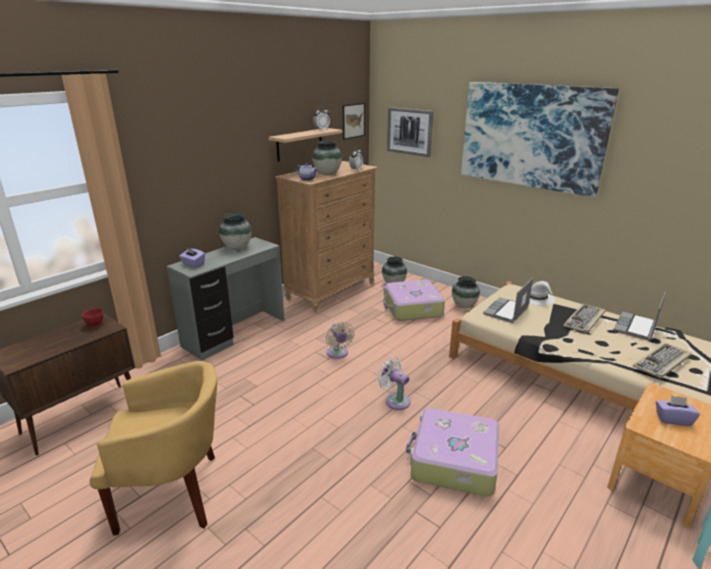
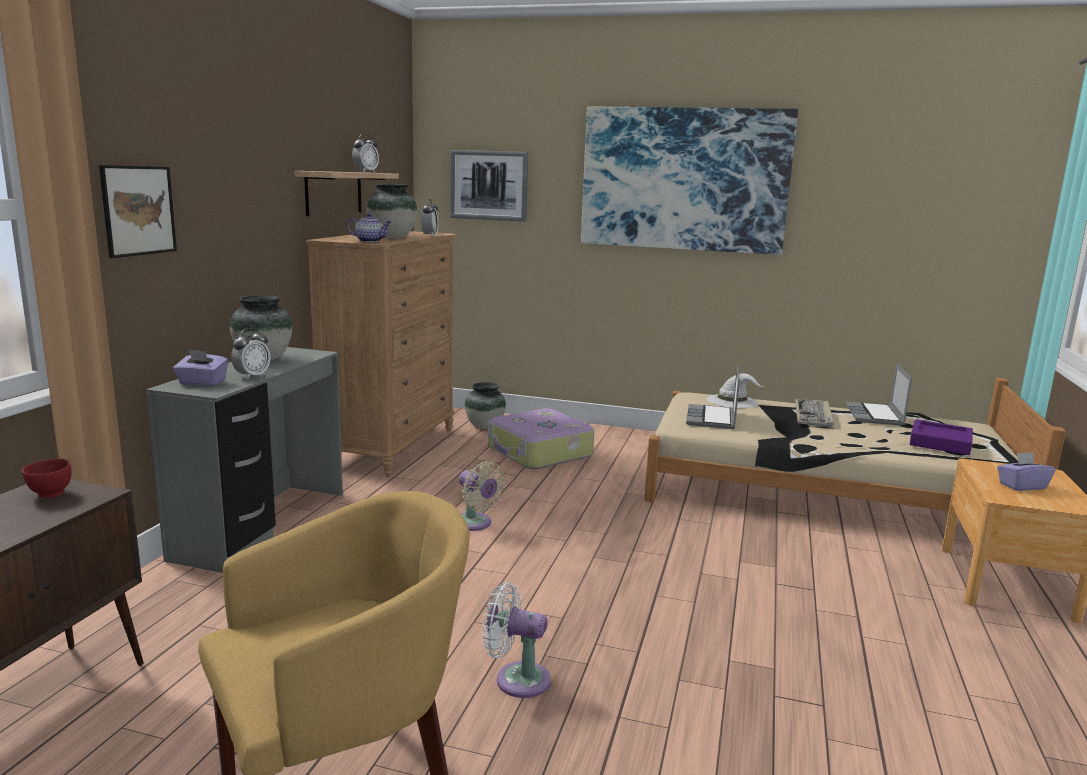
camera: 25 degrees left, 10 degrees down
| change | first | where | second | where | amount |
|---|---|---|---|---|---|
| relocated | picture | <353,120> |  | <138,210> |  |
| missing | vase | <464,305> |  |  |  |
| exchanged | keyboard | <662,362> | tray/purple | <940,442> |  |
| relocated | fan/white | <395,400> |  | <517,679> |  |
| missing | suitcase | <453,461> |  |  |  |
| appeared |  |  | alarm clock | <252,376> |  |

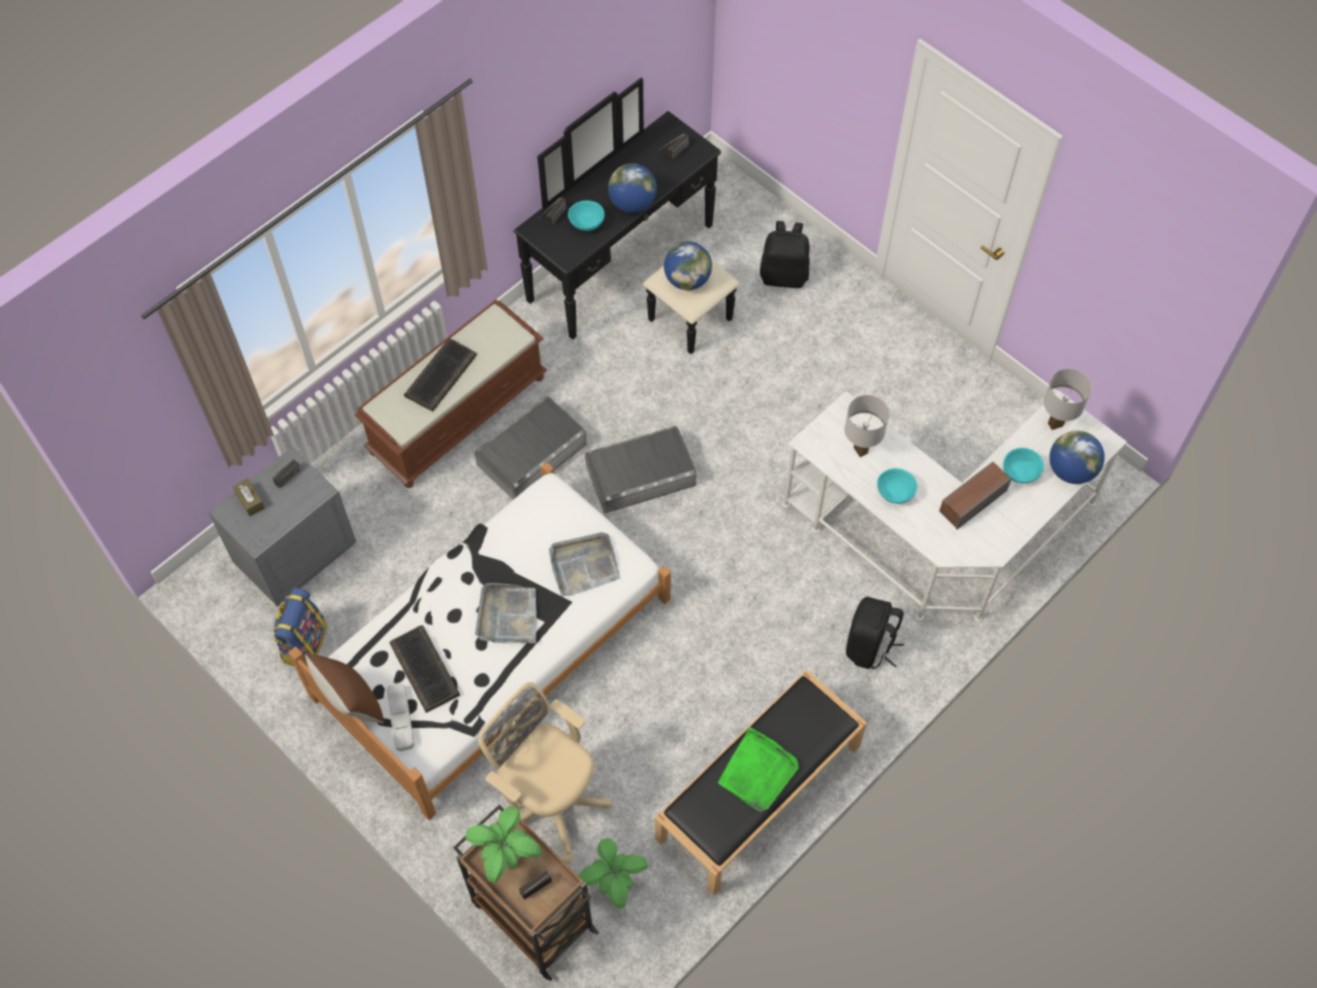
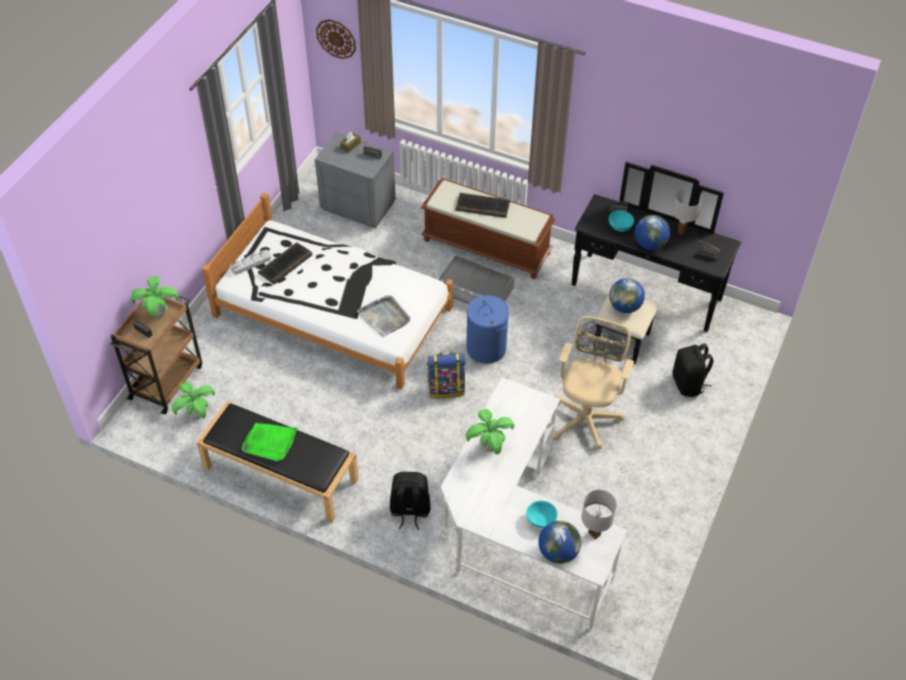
camera: 70 degrees right, 10 degrees down
| change | first | where | second | where | amount |
|---|---|---|---|---|---|
| relocated | table lamp/white | <861,450> |  | <682,231> |  |
| exchanged | storage box/grey | <640,474> | laundry basket/blue | <486,348> |  |
| missing | speaker | <972,500> |  |  |  |
| exchanged | bowl/turquoise | <895,493> | potted plant | <489,447> |  |
| missing | tray/grey | <507,616> |  |  |  |
| relocated | backpack | <304,643> |  | <446,388> |  |
| missing | pillow/brown | <351,703> |  |  |  |
| relocated | office chair/beige | <549,800> |  | <586,417> |  |
| appeared |  |  | wall clock | <336,38> |  |

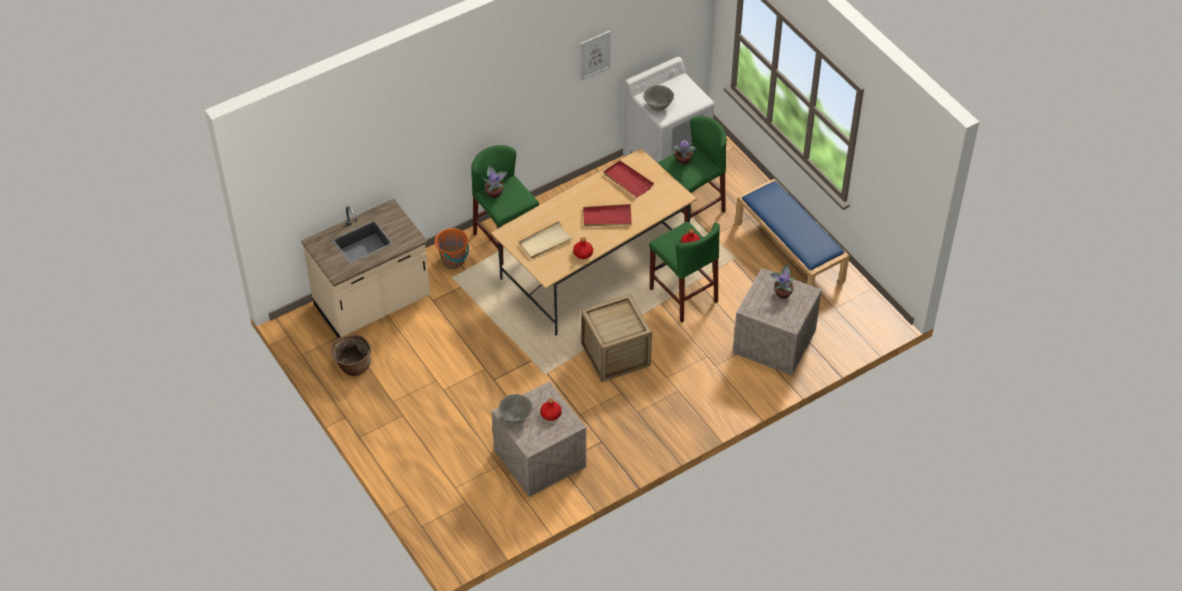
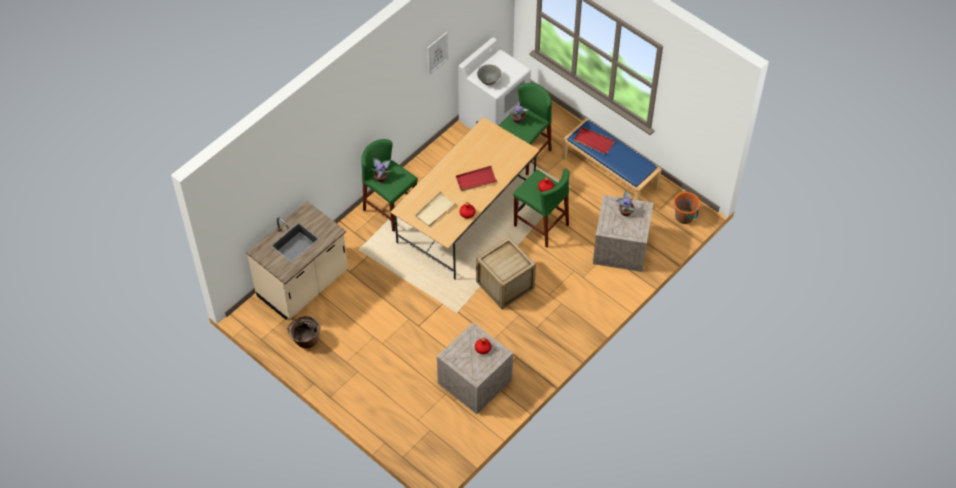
camera: 15 degrees left, 5 degrees up
| change | first | where | second | where | amount |
|---|---|---|---|---|---|
| relocated | tray/red | <627,180> |  | <593,141> |  |
| relocated | bucket/orange | <453,260> |  | <684,217> |  |
| missing | bowl/grey | <515,417> |  |  |  |

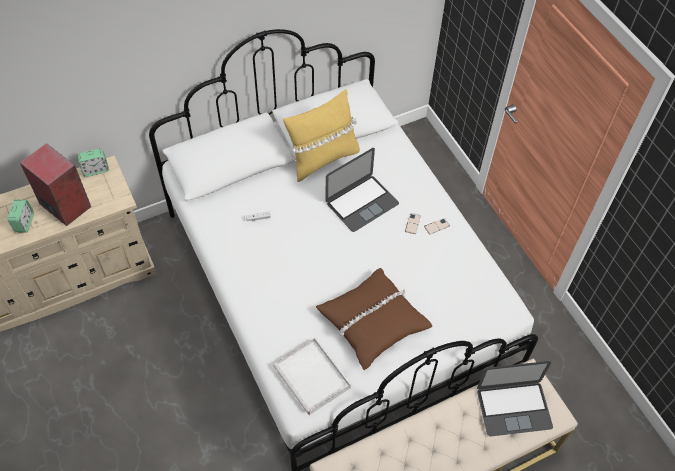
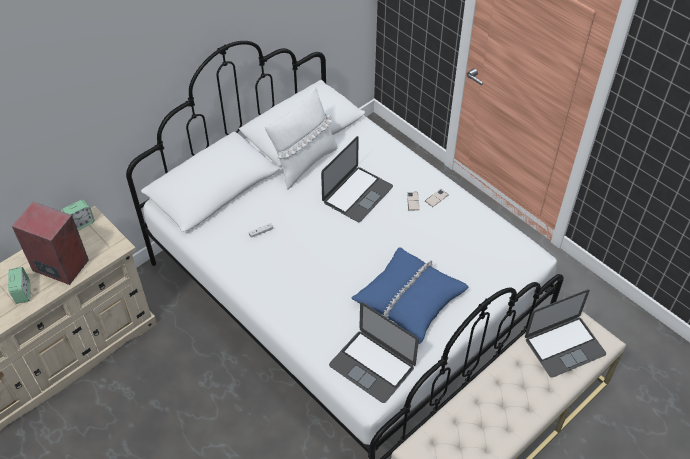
camera: 15 degrees left, 5 degrees down
| change | first | where | second | where | amount |
|---|---|---|---|---|---|
| colour | pillow/yellow | <322,159> | pillow/white | <304,163> |  |
| colour | pillow/brown | <372,321> | pillow/blue | <409,299> |  |
| exchanged | tray/white | <313,378> | laptop | <372,366> |  |

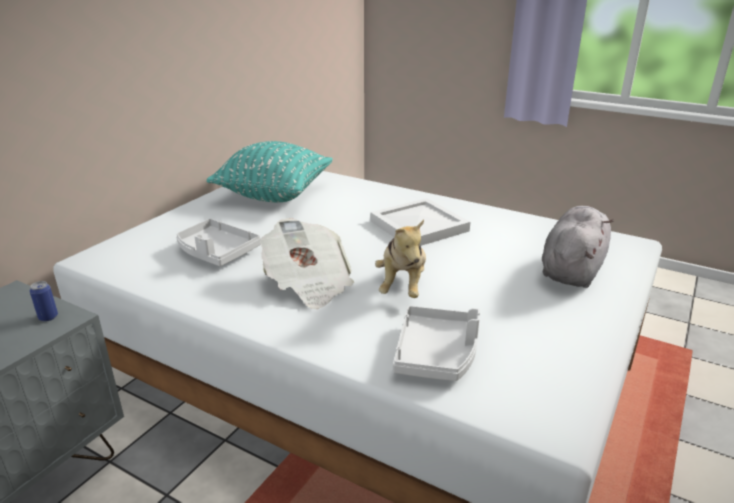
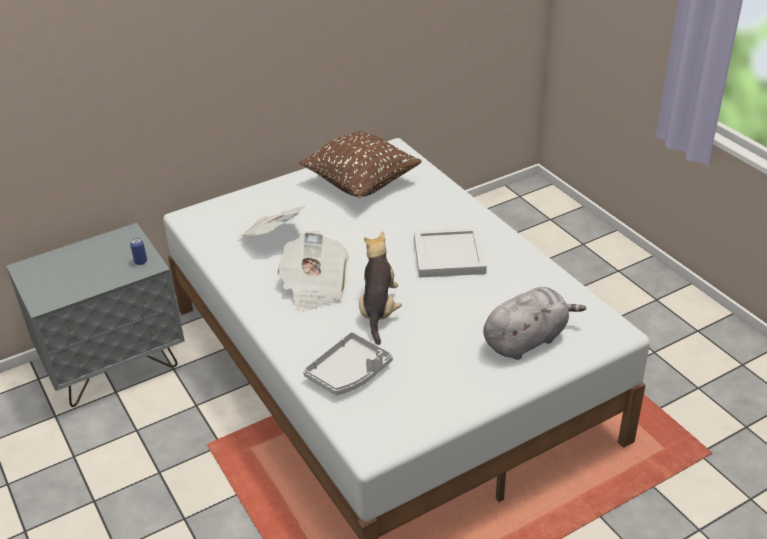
camera: 30 degrees right, 10 degrees up
| change | first | where | second | where | amount |
|---|---|---|---|---|---|
| colour | pillow/turquoise | <274,195> | pillow/brown | <361,183> |  |
| exchanged | tray/grey | <216,252> | newspaper | <273,236> |  |
| spun | plush toy | <402,286> |  | <379,311> | 150 degrees clockwise |

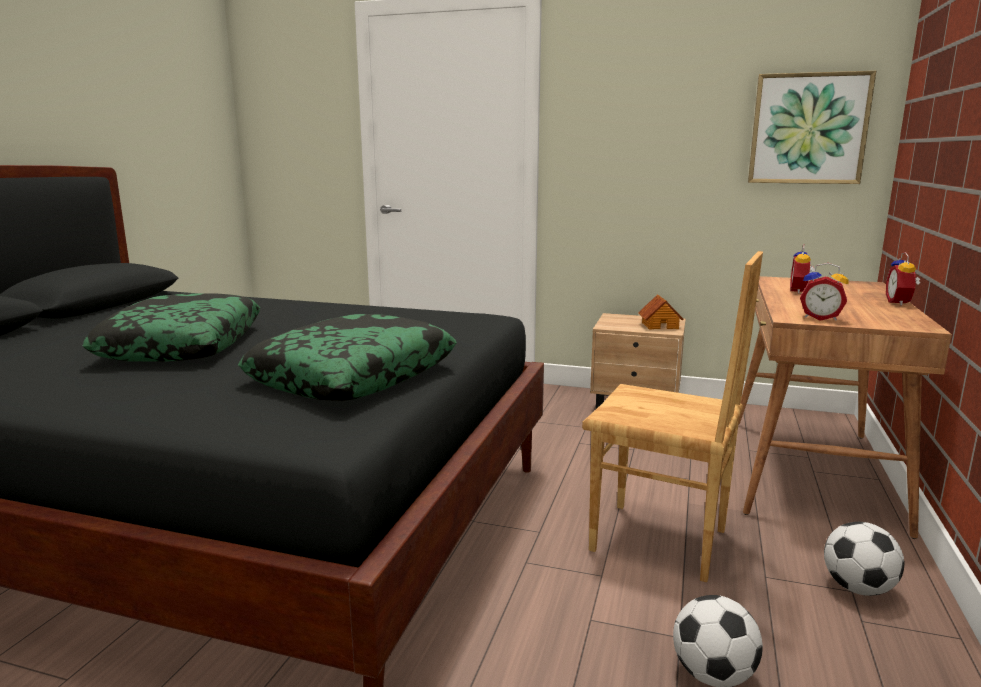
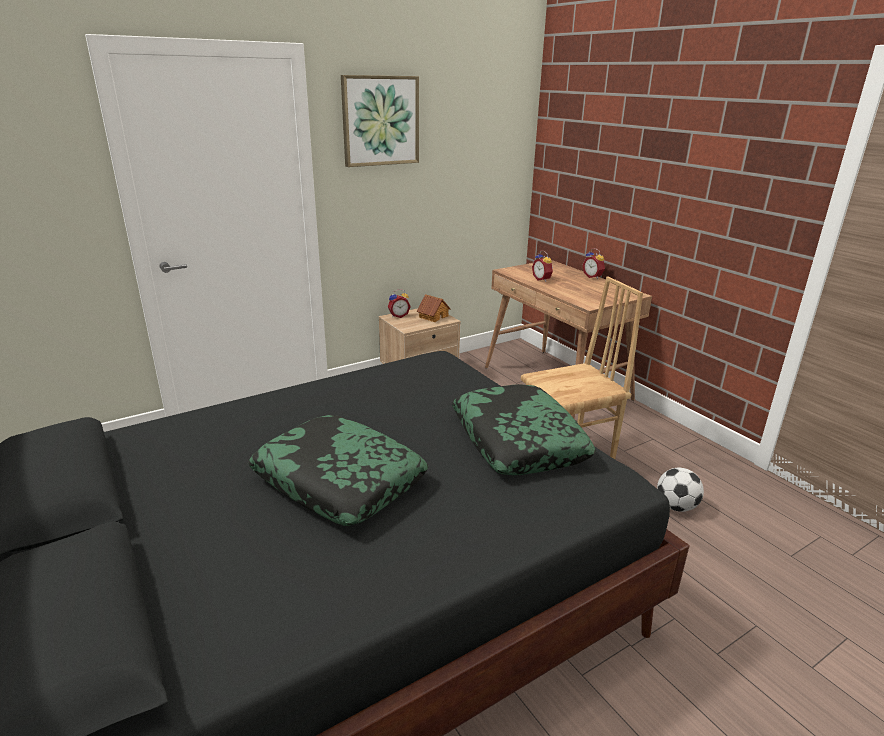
camera: 50 degrees left, 10 degrees up
| change | first | where | second | where | amount |
|---|---|---|---|---|---|
| relocated | picture | <808,129> |  | <380,121> |  |
| relocated | alarm clock | <820,318> |  | <398,316> |  |
| missing | football | <858,588> |  |  |  |

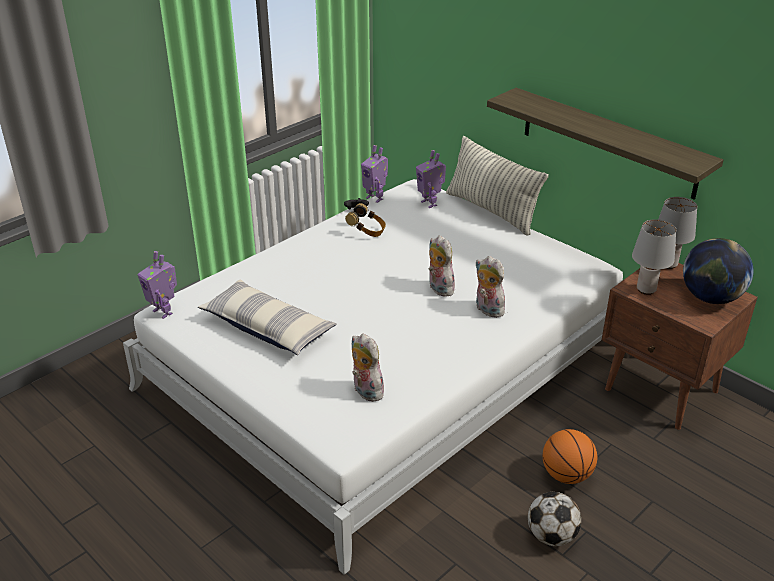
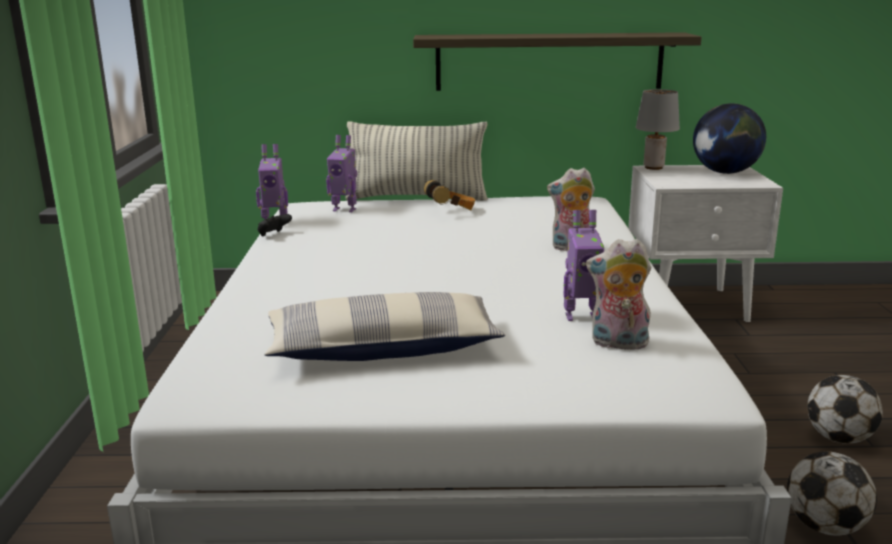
camera: 45 degrees left, 15 degrees down
| change | first | where | second | where | amount |
|---|---|---|---|---|---|
| relocated | headphones | <367,231> |  | <451,211> |  |
| missing | table lamp/grey | <645,289> |  |  |  |
| missing | plush toy | <438,288> |  |  |  |
| relocated | toy robot | <163,311> |  | <580,316> |  |
| colour | nightstand/brown | <662,391> | nightstand/white | <692,305> |  |
| missing | basketball | <566,475> |  |  |  |
| appeared |  |  | football | <824,526> |  |

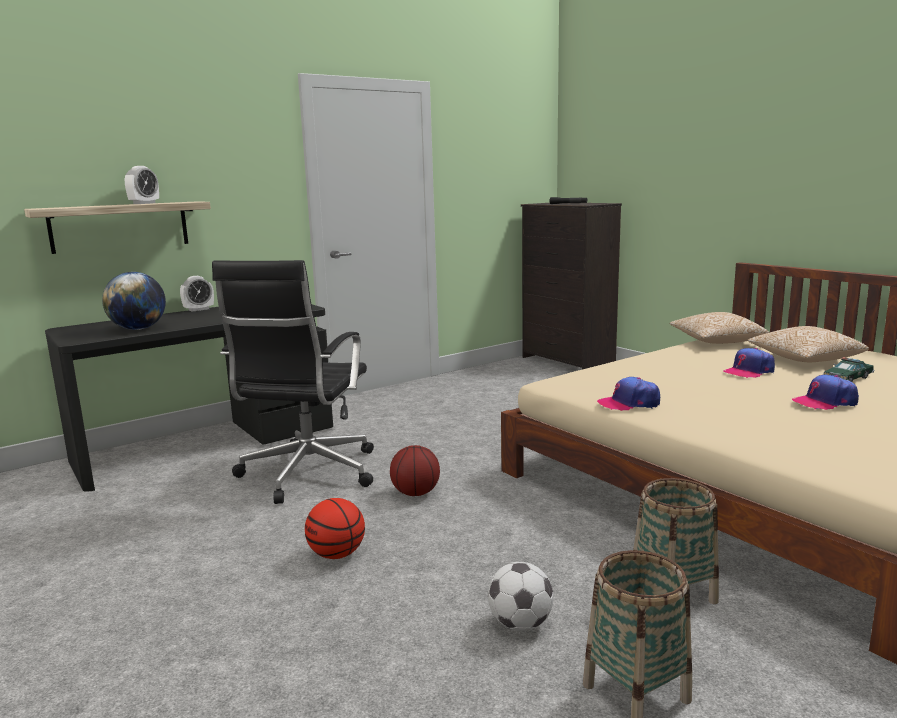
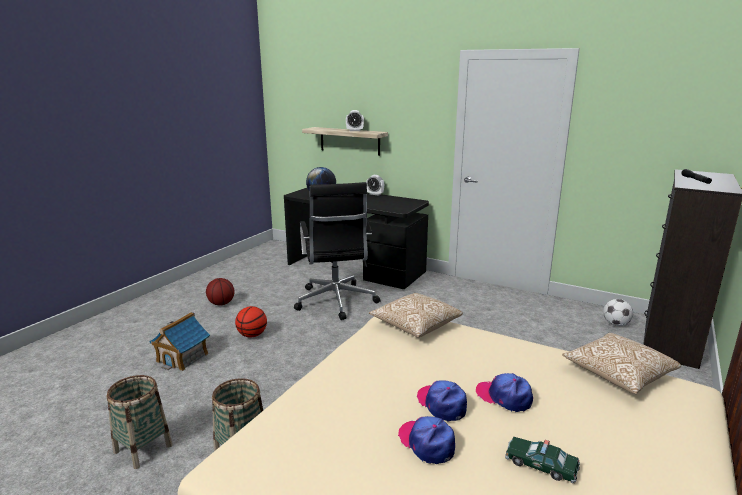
camera: 65 degrees right, 5 degrees up
| change | first | where | second | where | amount |
|---|---|---|---|---|---|
| spun | office chair/black | <307,474> |  | <336,302> | 90 degrees counterclockwise |
| relocated | pillow | <804,360> |  | <415,325> |  |
| relocated | cap | <629,403> |  | <442,404> |  |
| relocated | basketball | <415,493> |  | <221,303> |  |
| relocated | football | <520,624> |  | <615,324> |  |
| appeared |  |  | toy house | <183,357> |  |

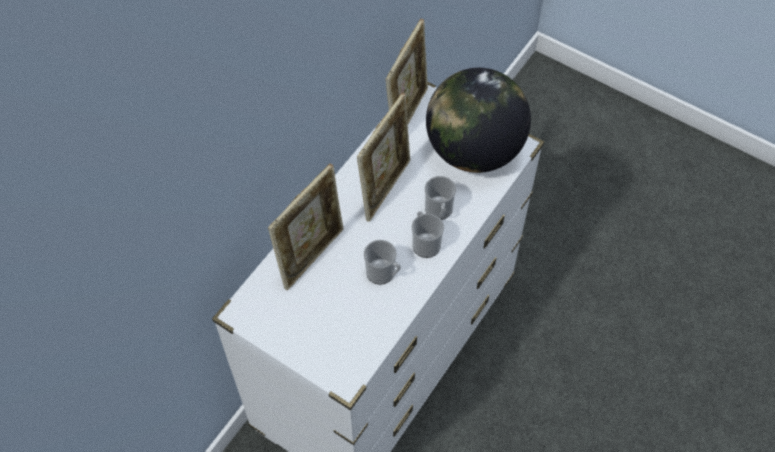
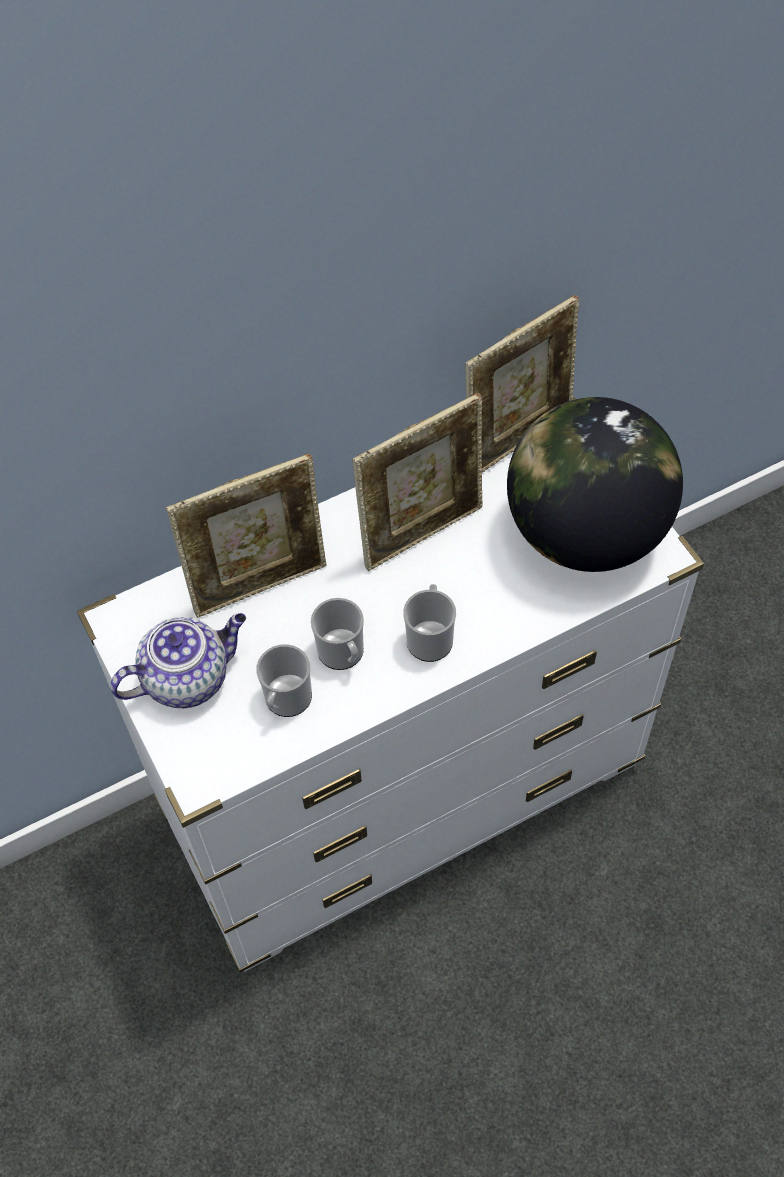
camera: 30 degrees right, 0 degrees up
| change | first | where | second | where | amount |
|---|---|---|---|---|---|
| relocated | mug | <439,211> |  | <286,701> |  |
| appeared |  |  | teapot | <188,677> |  |

